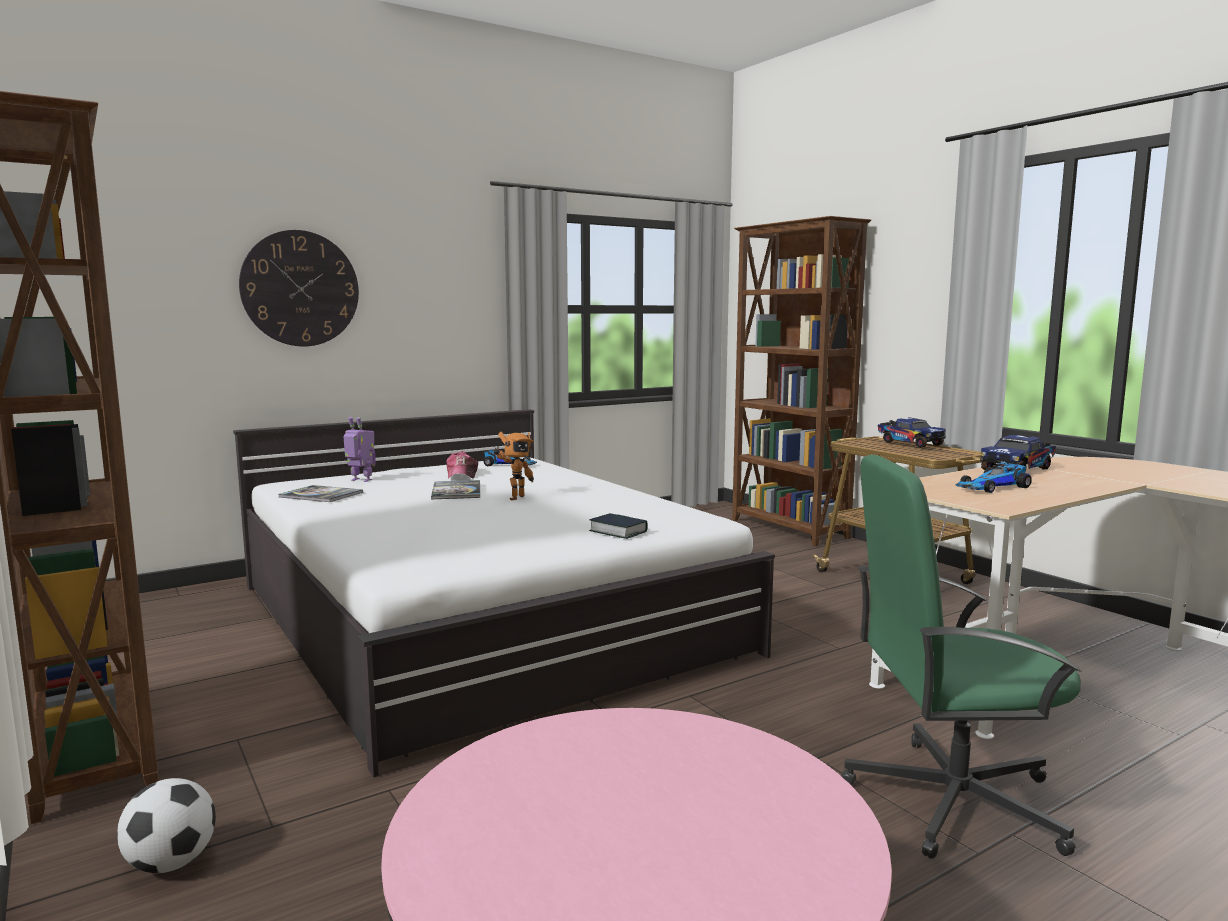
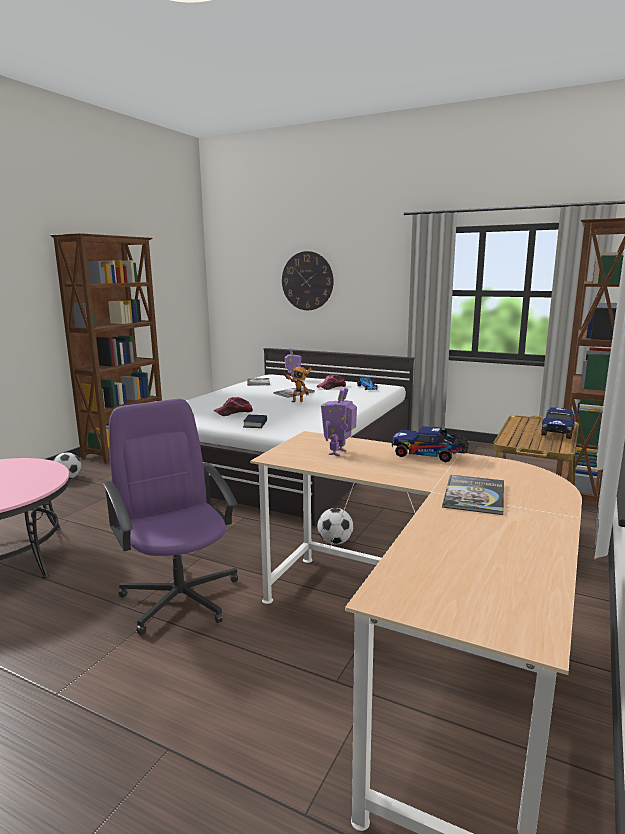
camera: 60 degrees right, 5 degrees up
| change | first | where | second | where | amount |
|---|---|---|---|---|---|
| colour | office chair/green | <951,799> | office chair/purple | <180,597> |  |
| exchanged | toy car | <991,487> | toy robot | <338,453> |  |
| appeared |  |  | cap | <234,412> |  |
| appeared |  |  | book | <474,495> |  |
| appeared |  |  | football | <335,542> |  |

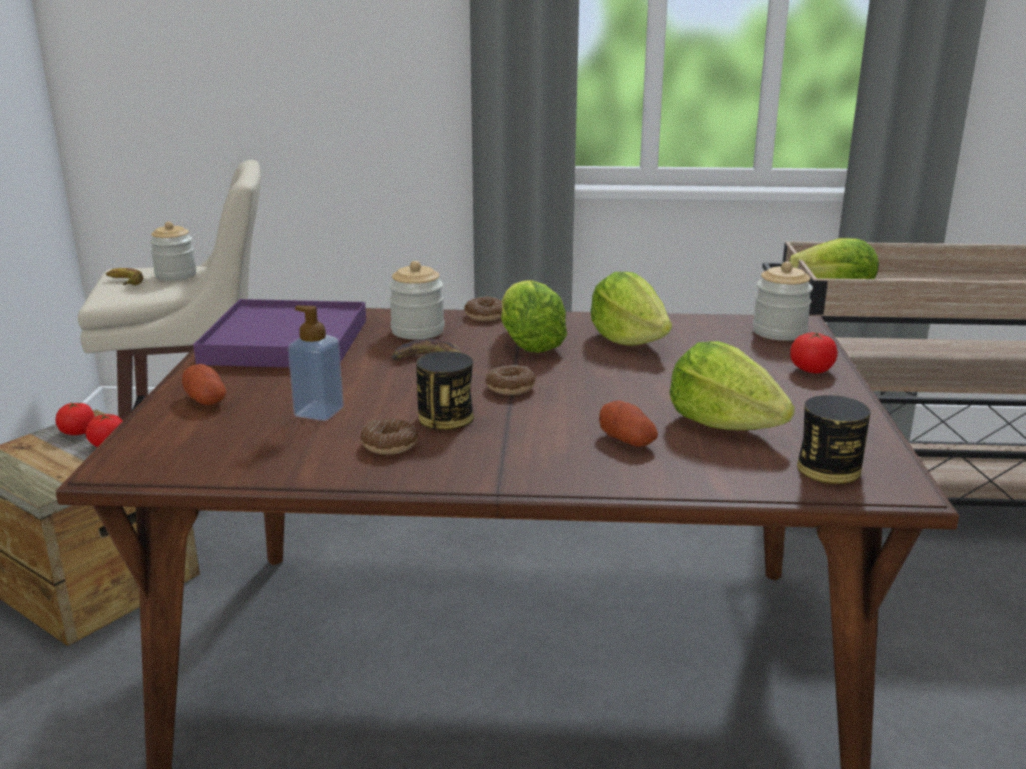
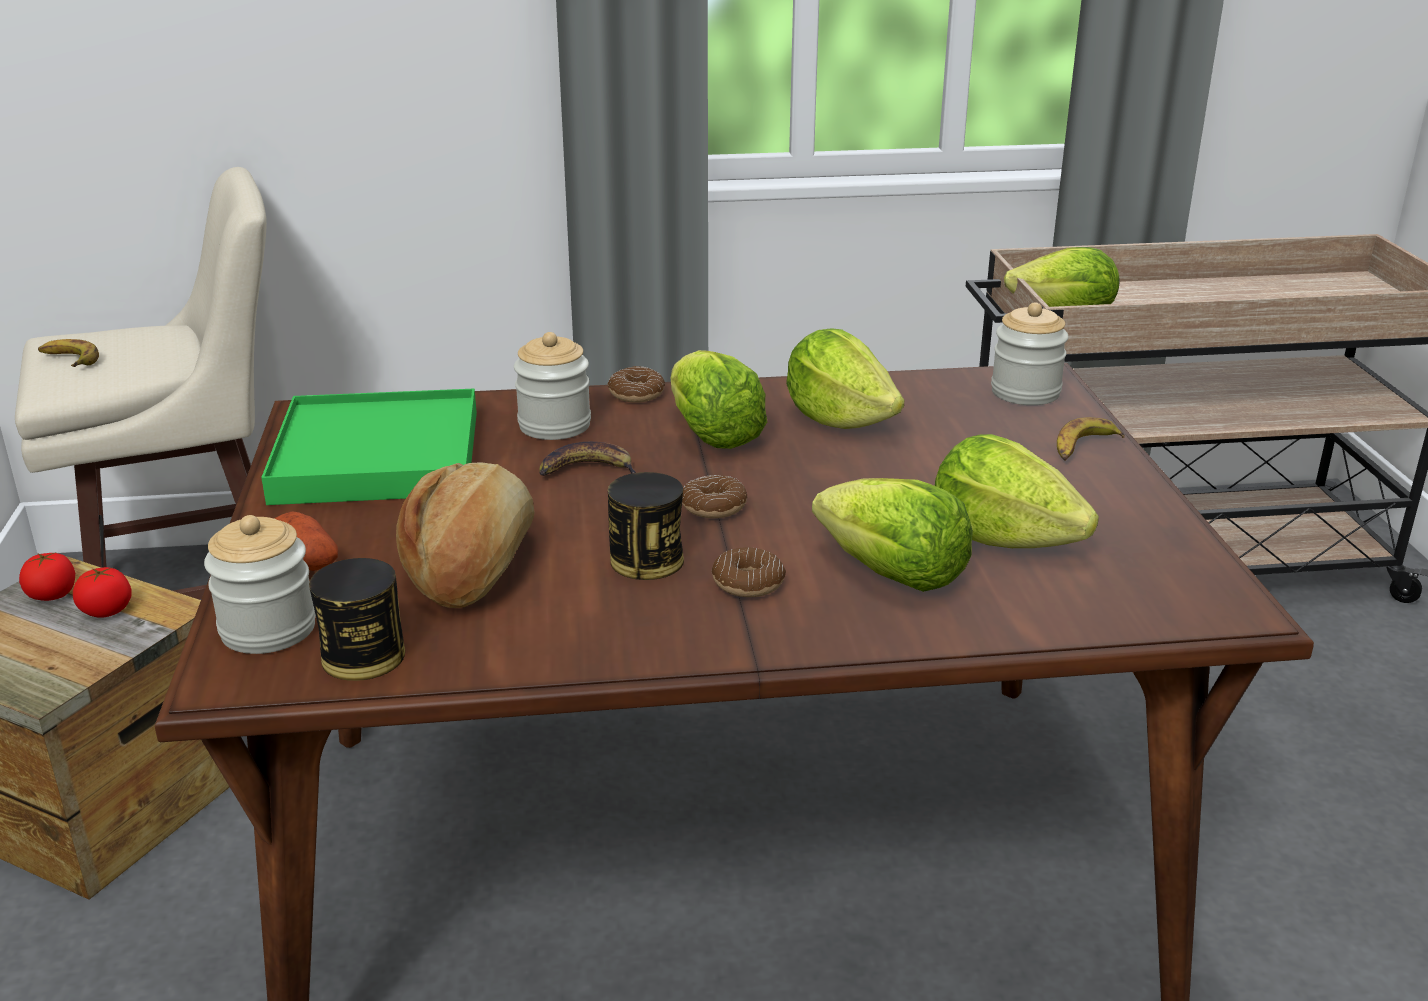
camera: 10 degrees left, 5 degrees up
| change | first | where | second | where | amount |
|---|---|---|---|---|---|
| relocated | jar | <175,275> |  | <268,629> |  |
| colour | tray/purple | <285,341> | tray/green | <377,456> |  |
| exchanged | soap dispenser | <319,412> | bread | <472,567> |  |
| exchanged | tomato | <811,370> | banana | <1083,448> |  |
| relocated | can | <828,469> |  | <363,656> |  |
| exchanged | potato | <627,440> | lettuce | <892,574> |  |
| relocated | donut | <389,445> |  | <748,583> |  |

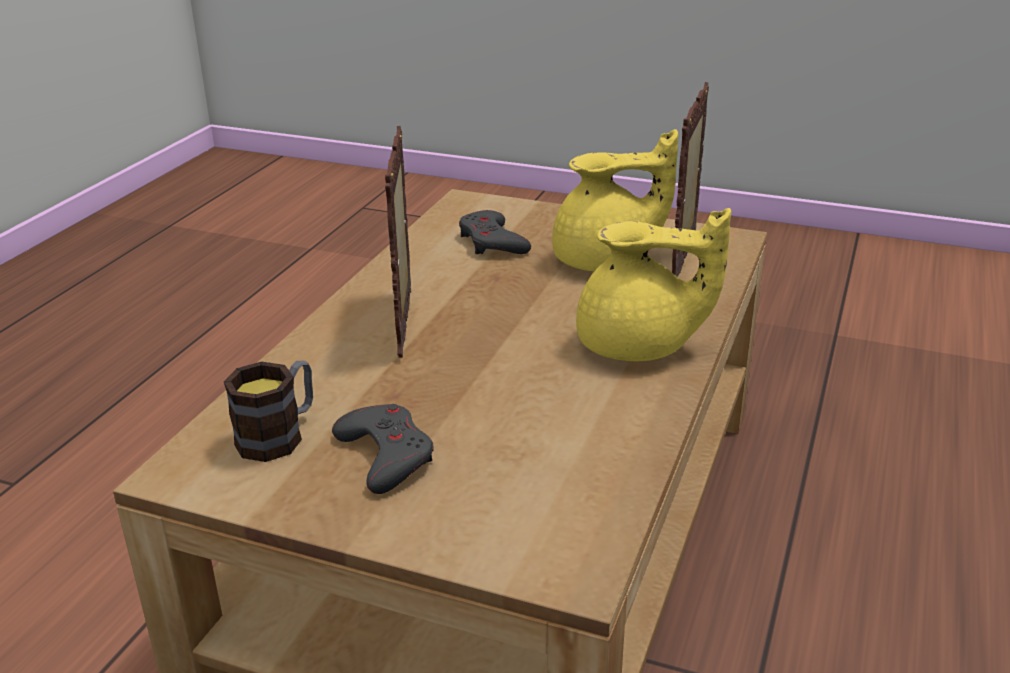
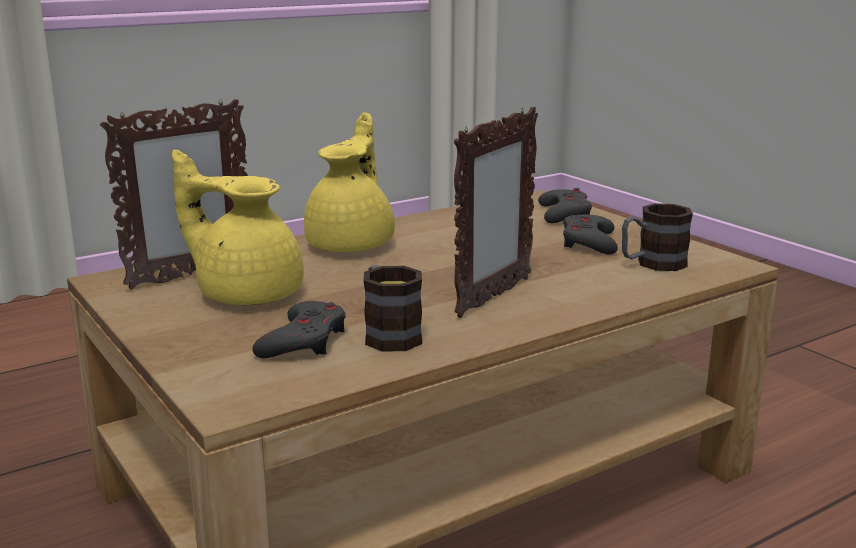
camera: 145 degrees left, 10 degrees down
| change | first | where | second | where | amount |
|---|---|---|---|---|---|
| spun | teapot/yellow | <638,347> |  | <353,244> | 60 degrees clockwise |
| appeared |  |  | game controller/grey | <564,214> |  |
| appeared |  |  | mug | <388,334> |  |

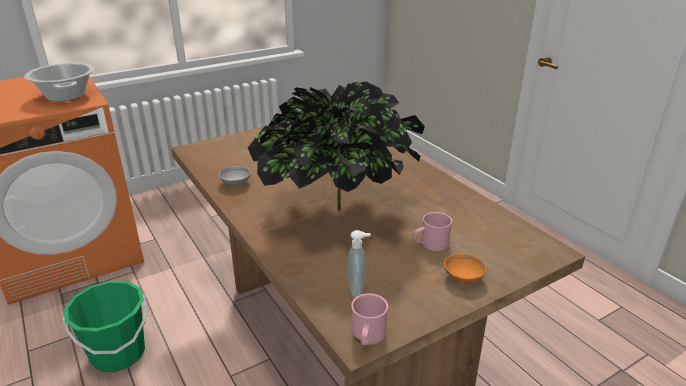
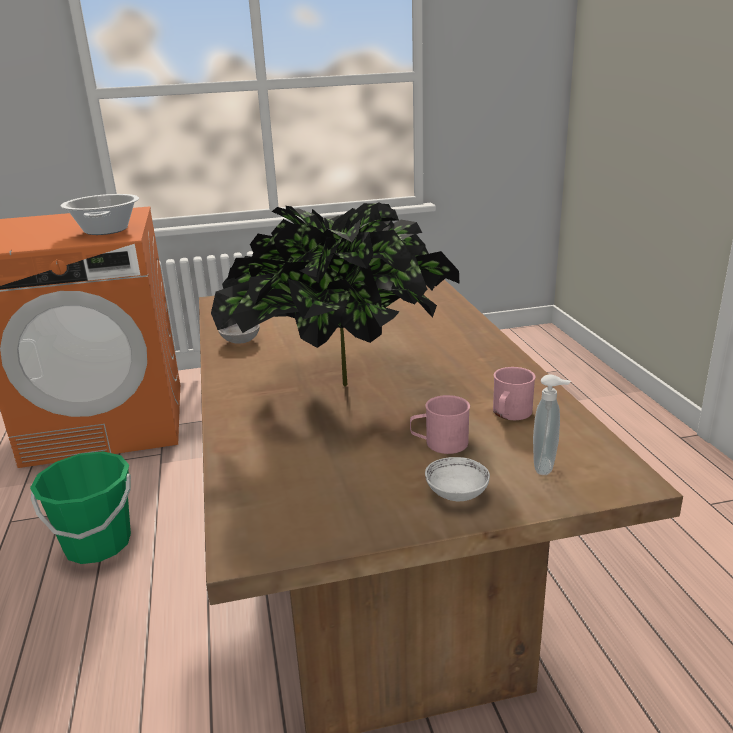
camera: 20 degrees right, 5 degrees down
| change | first | where | second | where | amount |
|---|---|---|---|---|---|
| relocated | soap dispenser | <358,290> |  | <546,466> |  |
| colour | bowl/orange | <463,277> | bowl/white | <456,493> |  |
| relocated | mug/pink | <367,337> |  | <510,414> |  |

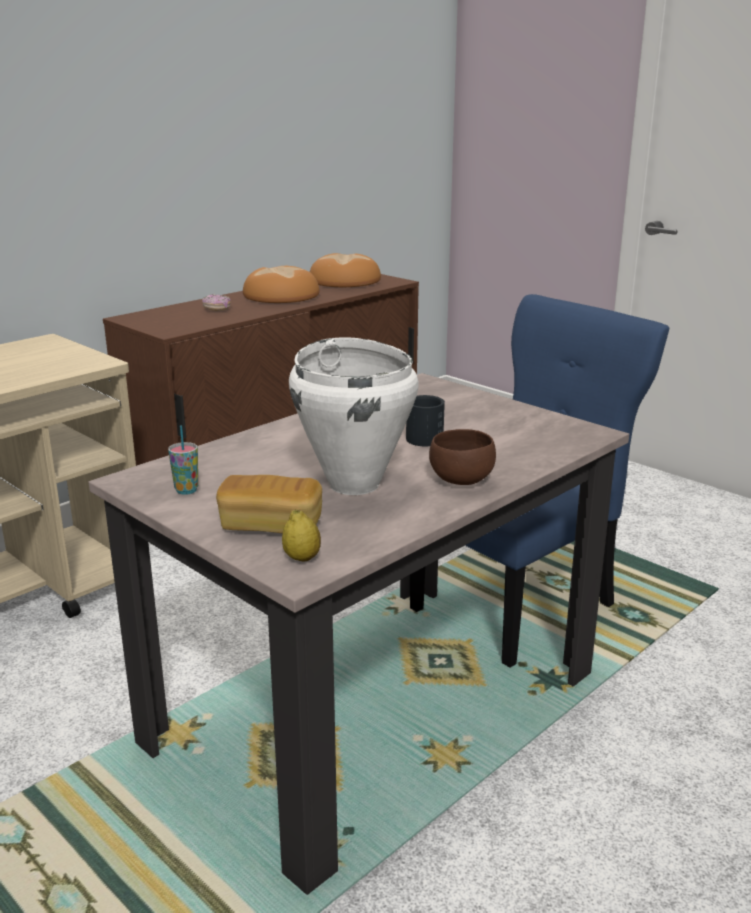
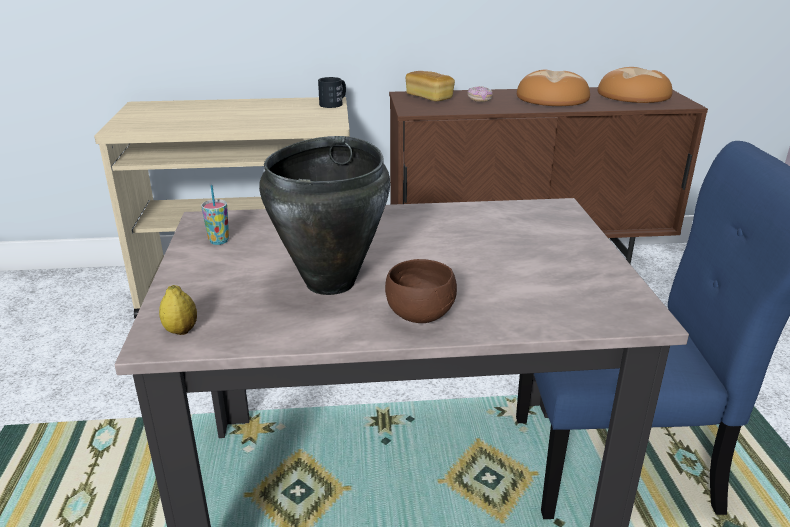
camera: 40 degrees right, 5 degrees up
| change | first | where | second | where | amount |
|---|---|---|---|---|---|
| colour | cooking pot/white | <355,484> | cooking pot/black | <331,282> |  |
| relocated | mug/black | <423,436> |  | <334,103> |  |
| relocated | bread | <271,526> |  | <429,97> |  |

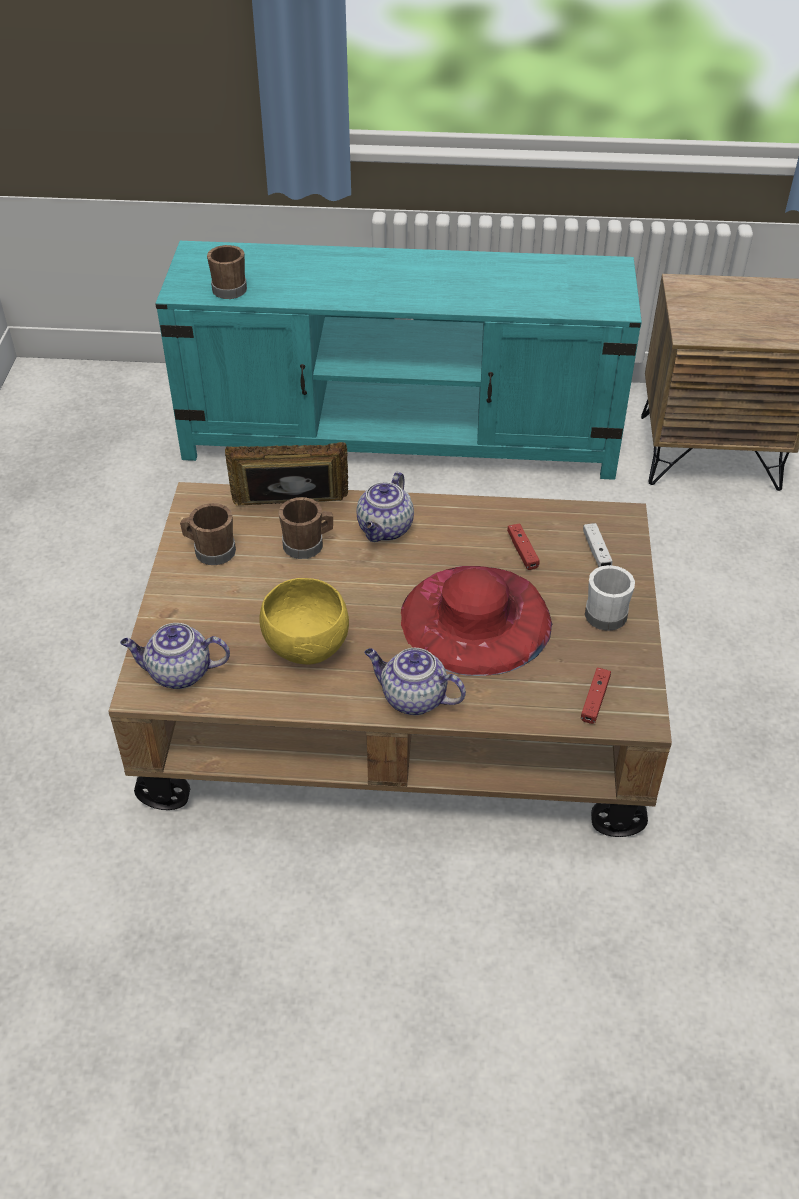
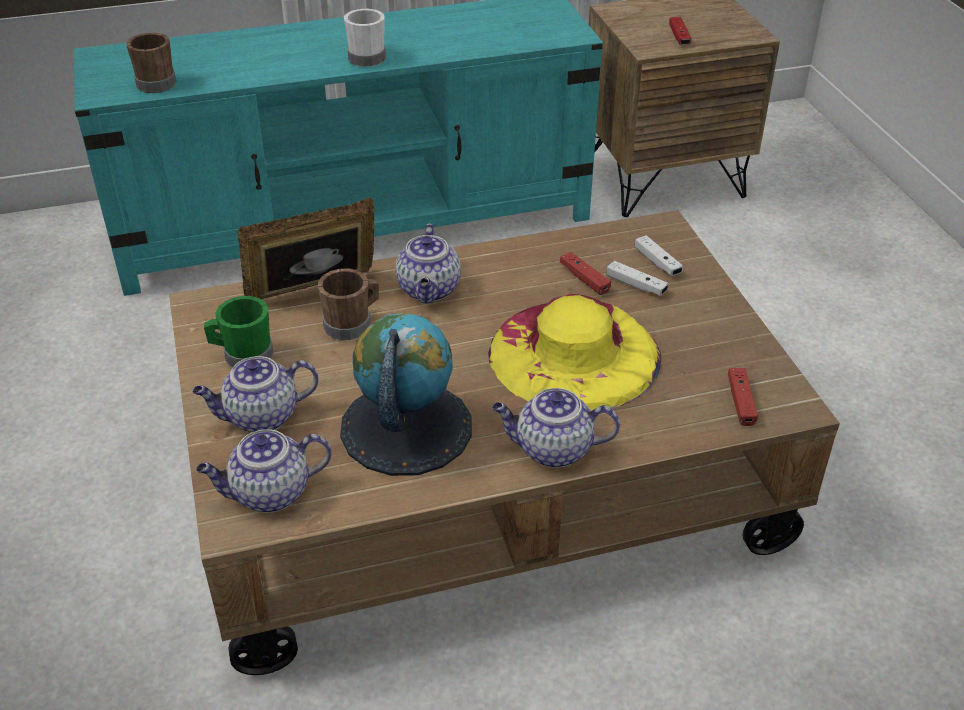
camera: 20 degrees left, 5 degrees down
| change | first | where | second | where | amount |
|---|---|---|---|---|---|
| colour | mug/brown | <210,551> | mug/green | <243,355> |  |
| relocated | mug/white | <607,612> |  | <367,56> |  |
| colour | hat/red | <476,618> | hat/yellow | <574,354> |  |
| exchanged | bowl/yellow | <306,647> | globe | <405,427> |  |
| appeared |  |  | game controller/red | <679,37> |  |
| appeared |  |  | game controller/white | <636,285> |  |
| appeared |  |  | teapot | <260,417> |  |

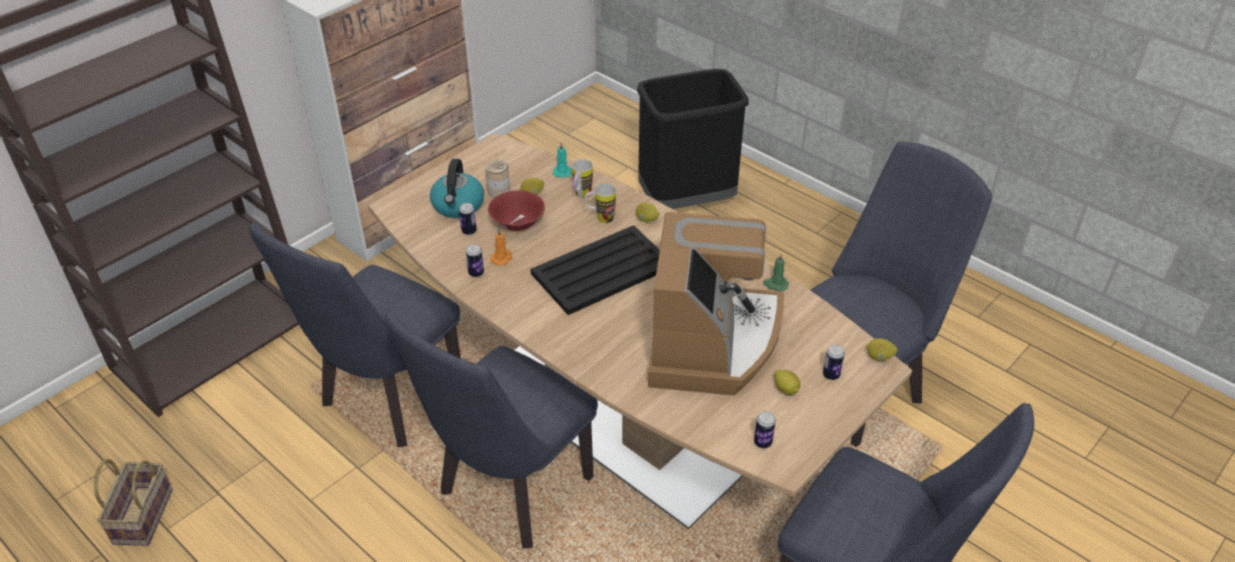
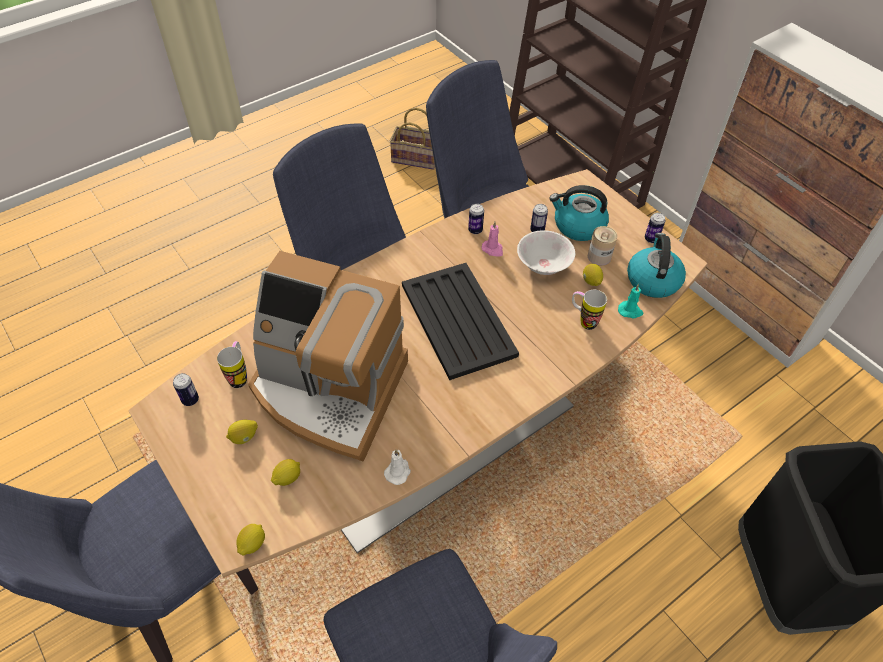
camera: 100 degrees right, 10 degrees up
| change | first | where | second | where | amount |
|---|---|---|---|---|---|
| relocated | mug | <600,219> |  | <239,376> |  |
| colour | bowl/red | <518,224> | bowl/white | <543,265> |  |
| relocated | lemon | <646,220> |  | <287,478> |  |
| colour | candle/orange | <502,258> | candle/pink | <493,249> |  |
| colour | candle/green | <775,284> | candle/white | <398,471> |  |
| relocated | can | <831,375> |  | <651,239> |  |
| appeared |  |  | kettle | <652,279> |  |

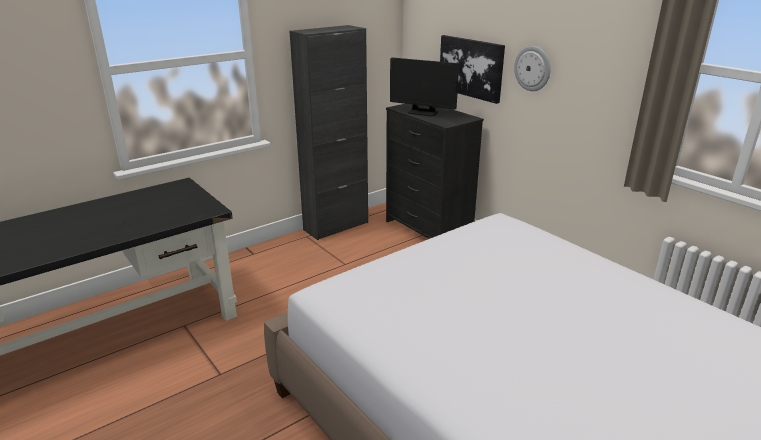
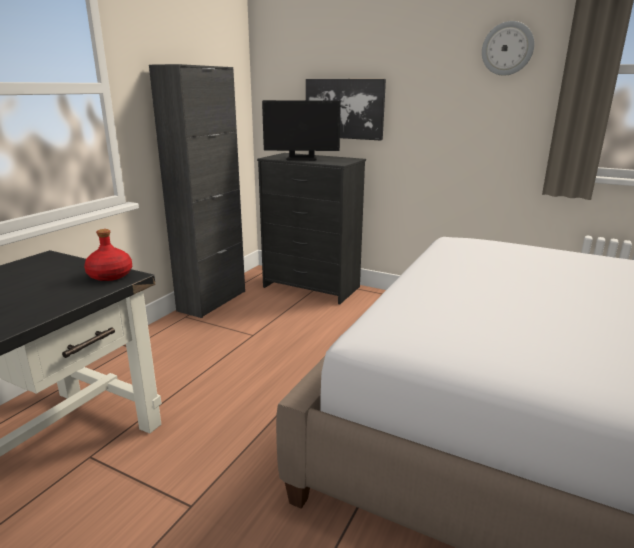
camera: 25 degrees left, 5 degrees down
| change | first | where | second | where | amount |
|---|---|---|---|---|---|
| relocated | wall clock | <533,68> |  | <507,48> |  |
| appeared |  |  | bottle/red | <110,275> |  |

